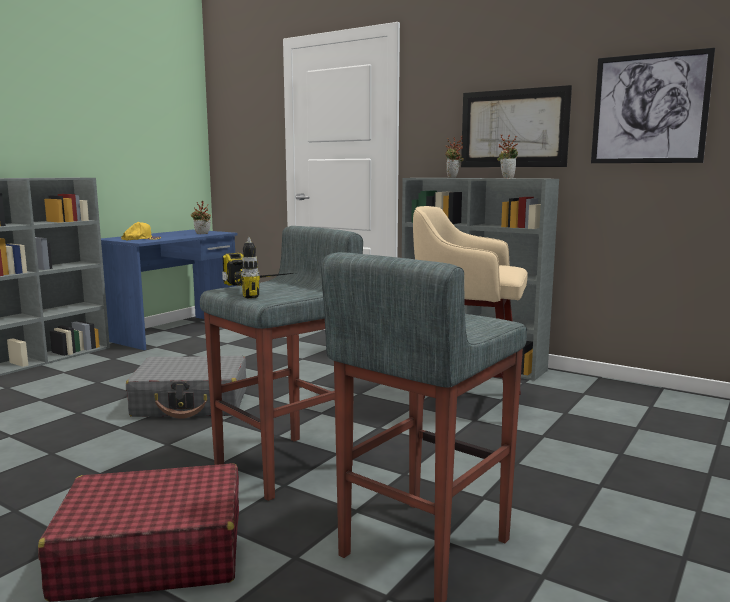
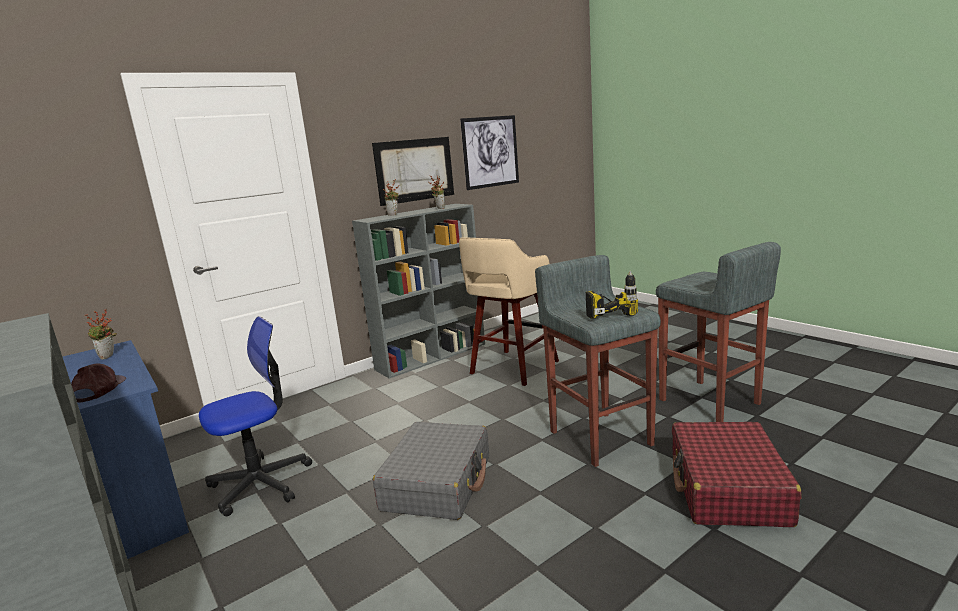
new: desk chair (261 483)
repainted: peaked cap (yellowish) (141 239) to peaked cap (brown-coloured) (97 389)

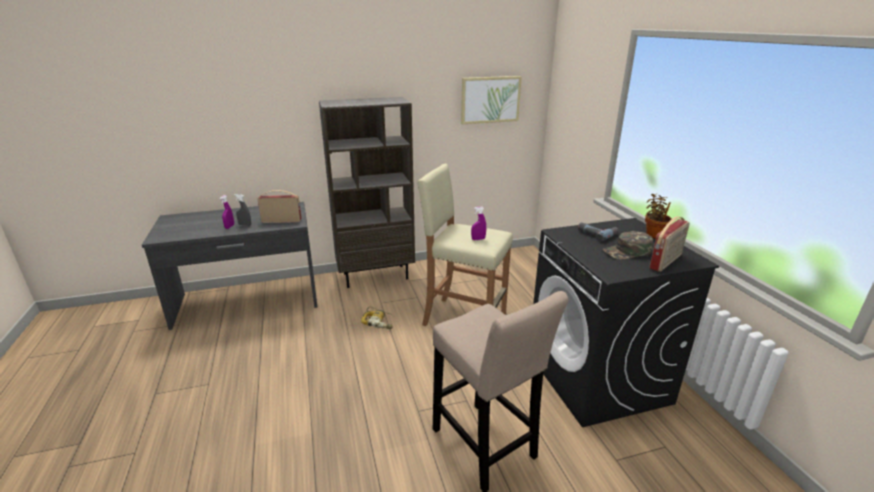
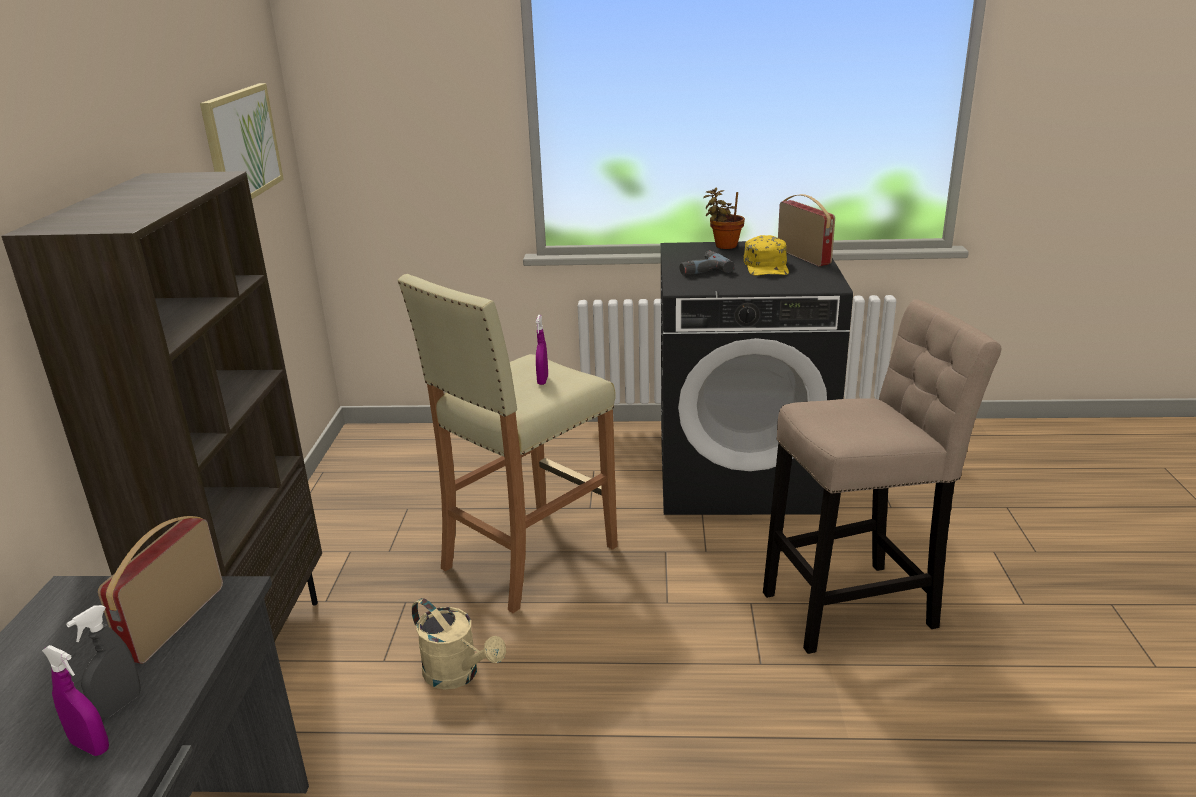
swapped: drill (379 322) to watering pot (beige) (458 675)
repainted: peaked cap (greenish) (627 251) to peaked cap (yellowish) (767 266)

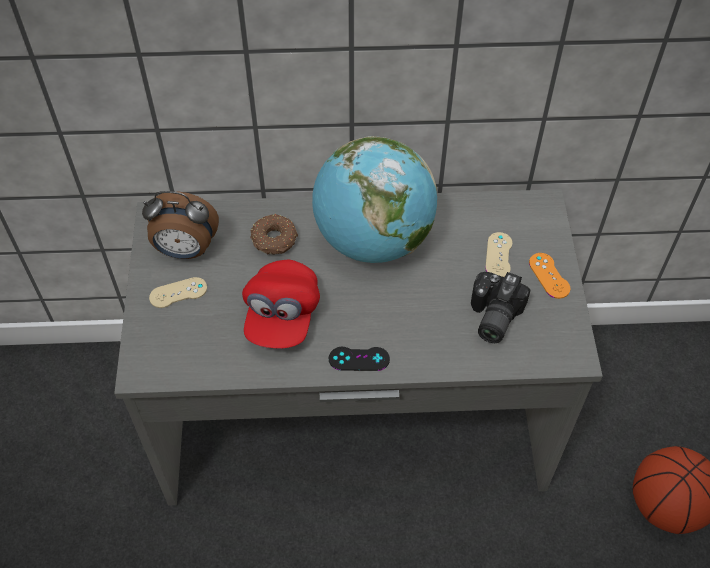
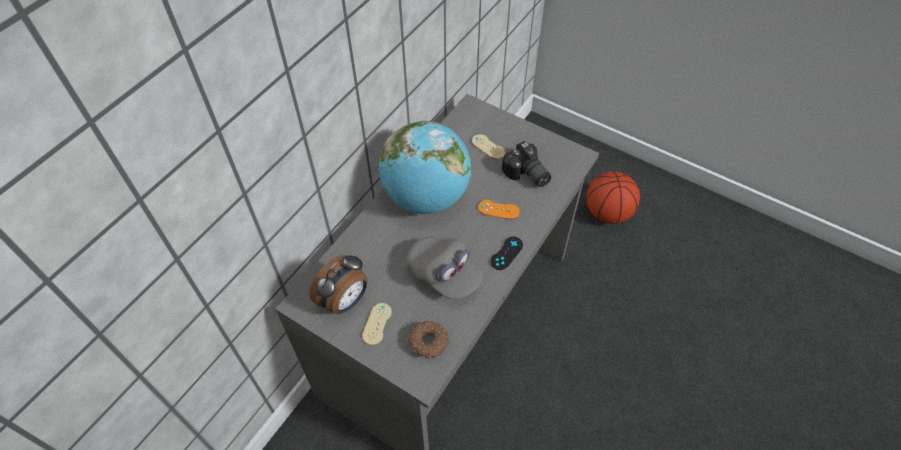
shifted: doughnut (274 240) to (429 343); gamepad (orangey) (549 275) to (498 209)
repainted: peaked cap (red) (282 316) to peaked cap (grey) (444 275)

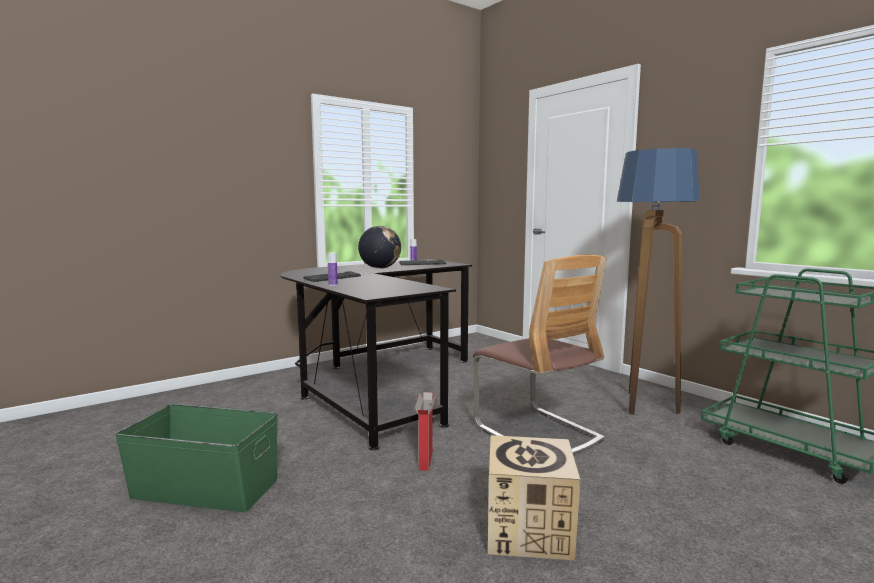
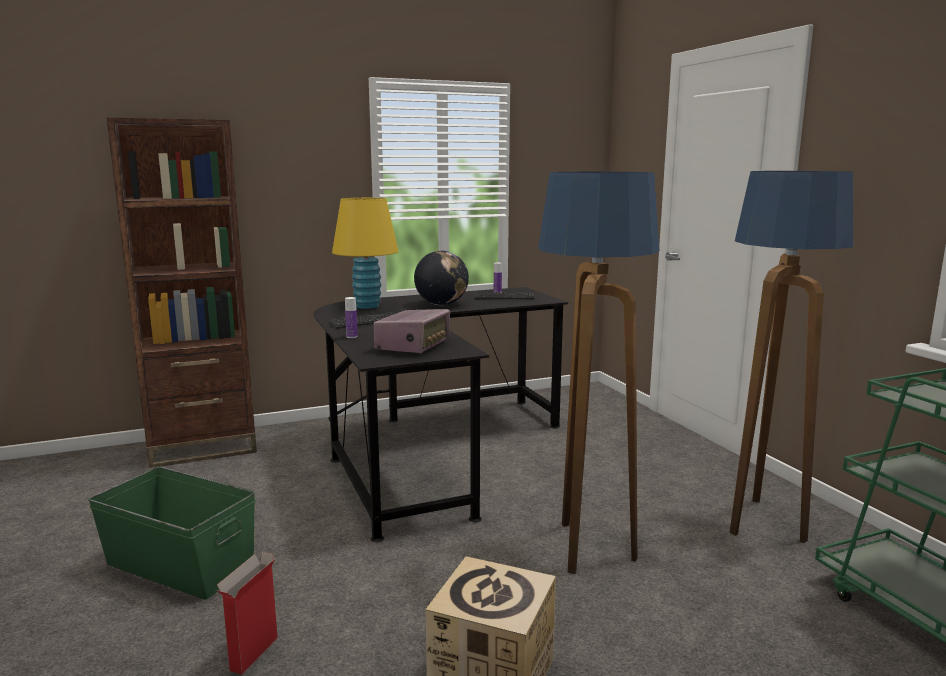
new: bookcase (brown-coloured) (203 447); tabletop lamp (yellowish) (367 306); radio receiver (413 346)
shifted: carton (425 461) to (253 654)
swapped: upright chair (537 433) to floor lamp (585 546)

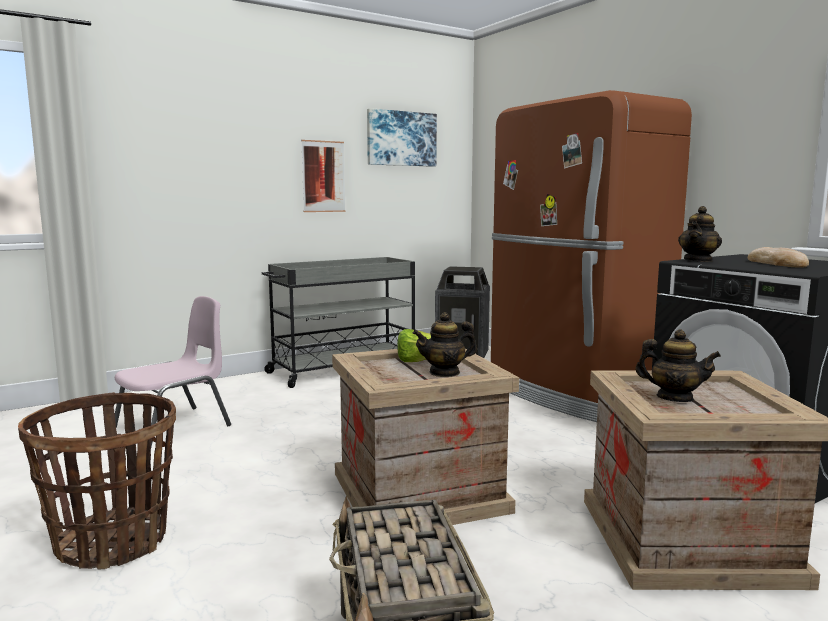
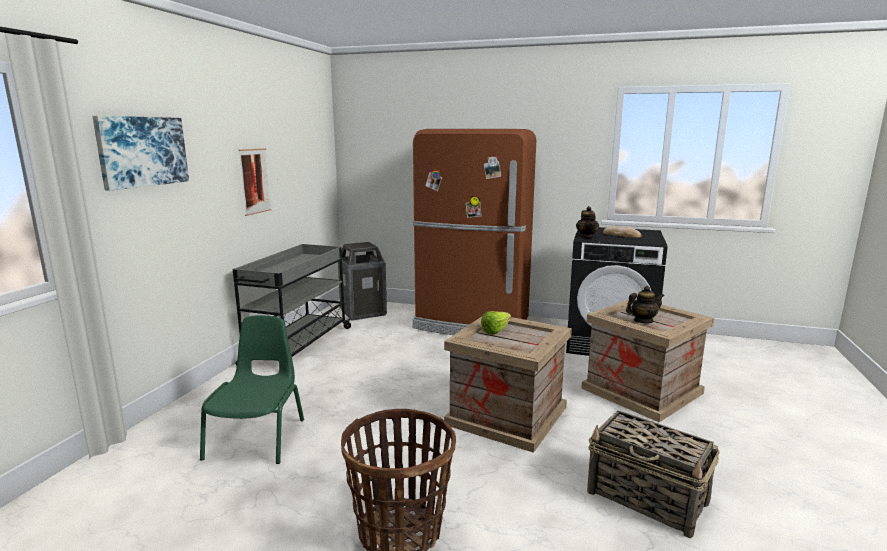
gone: teapot (444 372)
shifted: wall picture (401 138) to (142 151)
repainted: upright chair (pinkish) (175 427) to upright chair (greenish) (258 438)

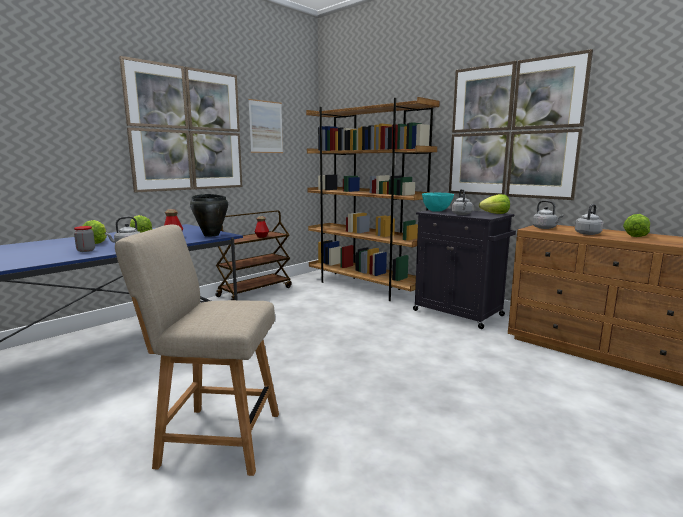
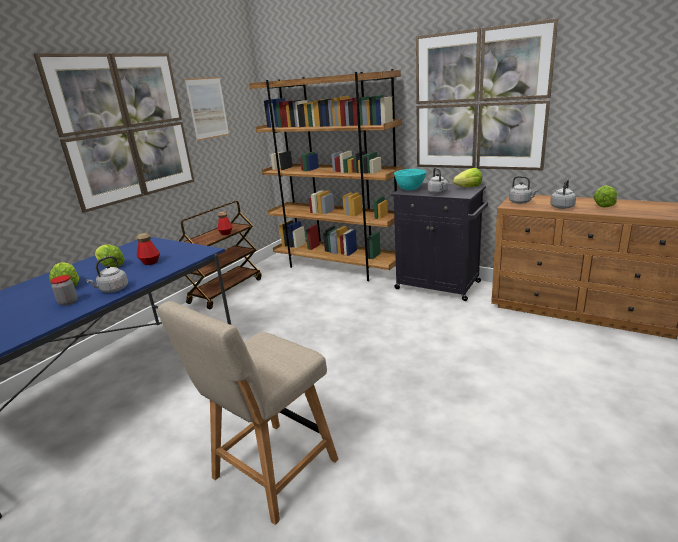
gone: stockpot (blackish) (211 235)
rotated: upright chair (beige) (215 438) = (271 472) 45 degrees counterclockwise

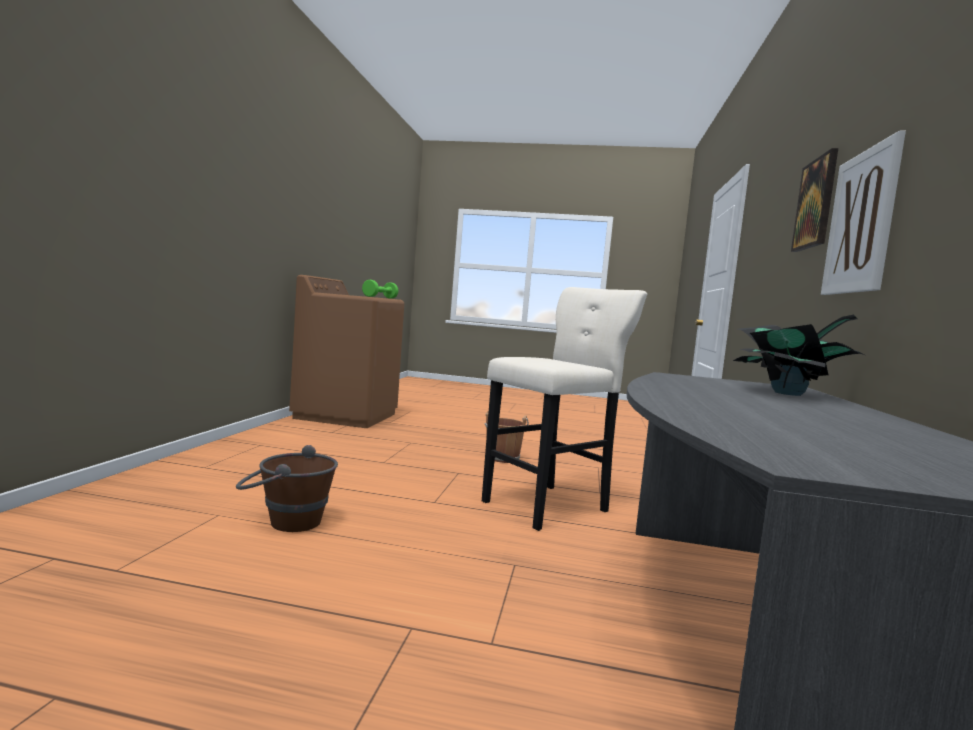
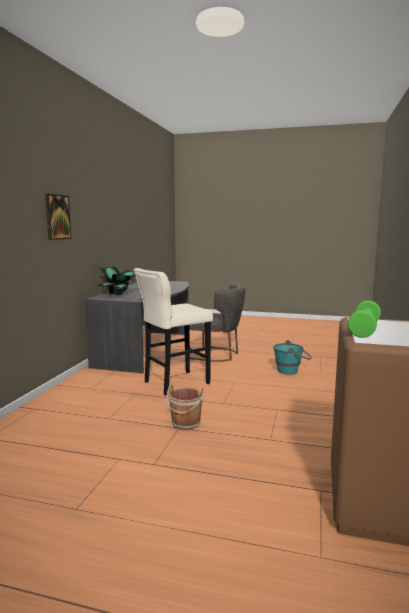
gone: wall picture (861 222)
new: upright chair (grey) (217 354)
repainted: water bucket (brown-coloured) (285 521) to water bucket (turquoise-coloured) (291 371)

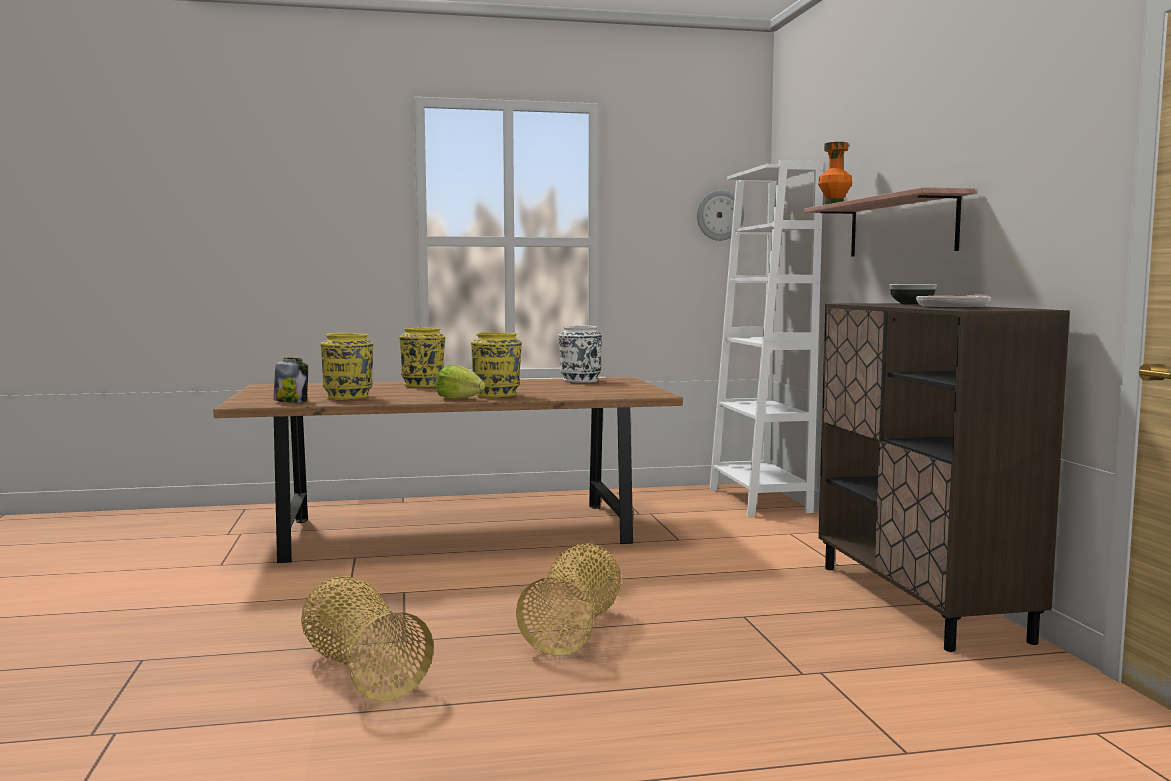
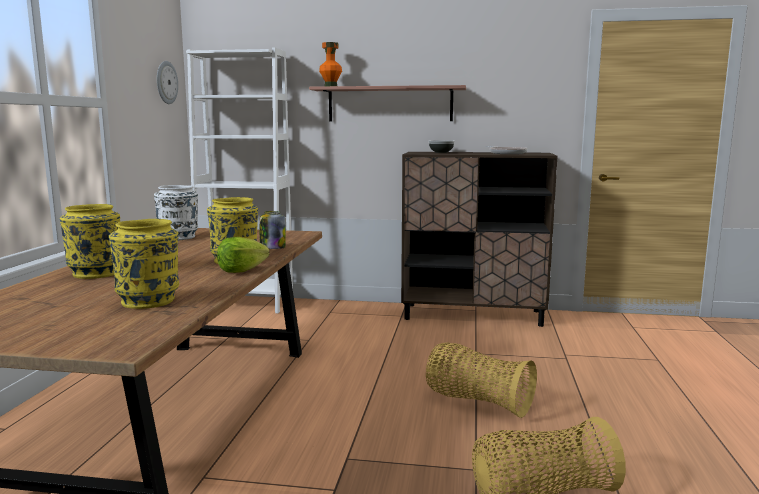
shifted: storage jar (291 401) to (272 248)

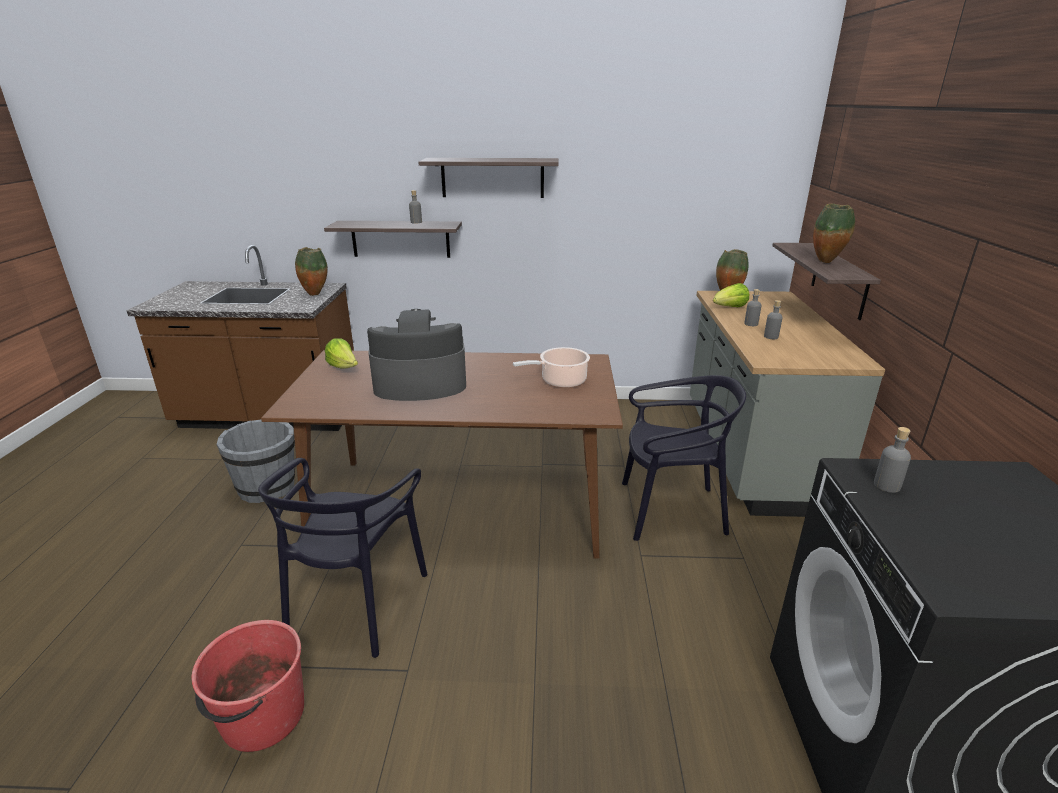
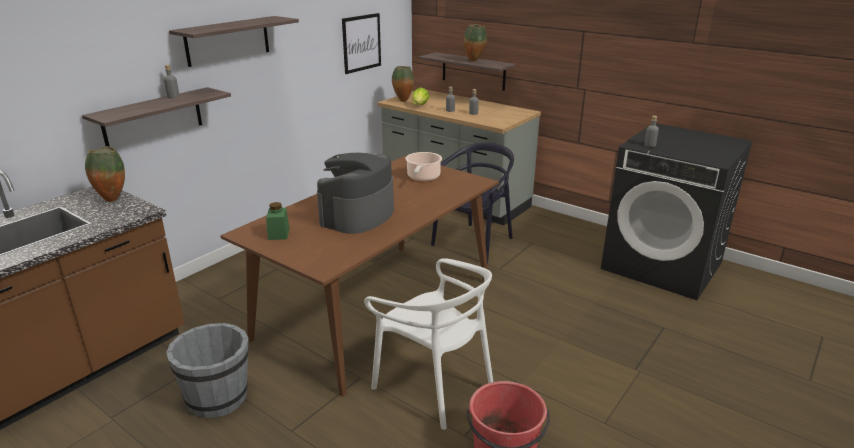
new: wall picture (361 43)
swapped: lettuce (344 368) to storage jar (greenish) (279 234)
repainted: upright chair (blackish) (355 604) to upright chair (whitish) (434 386)

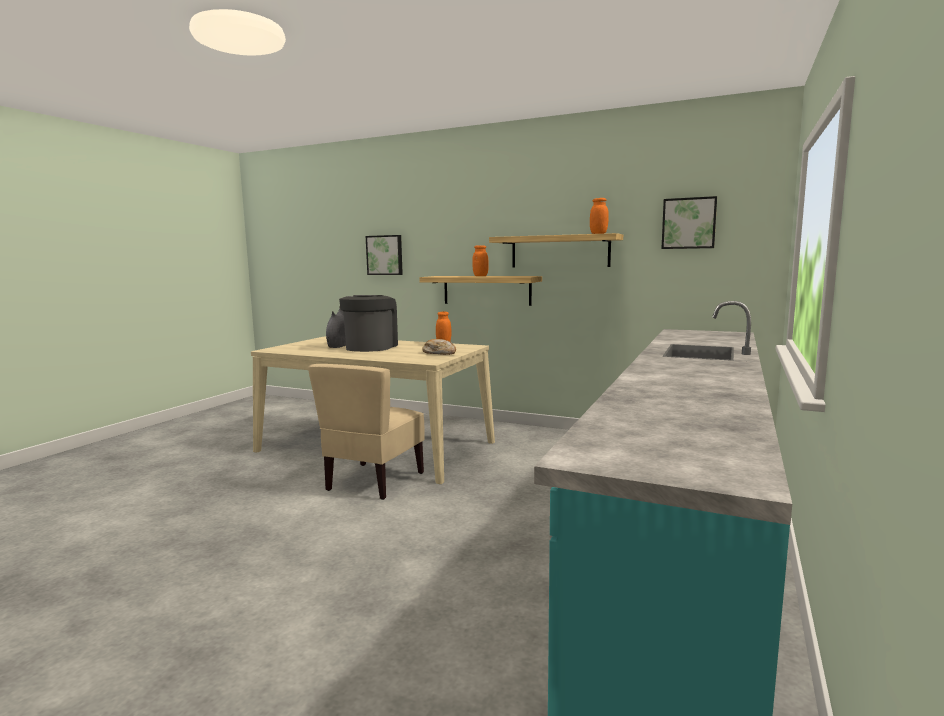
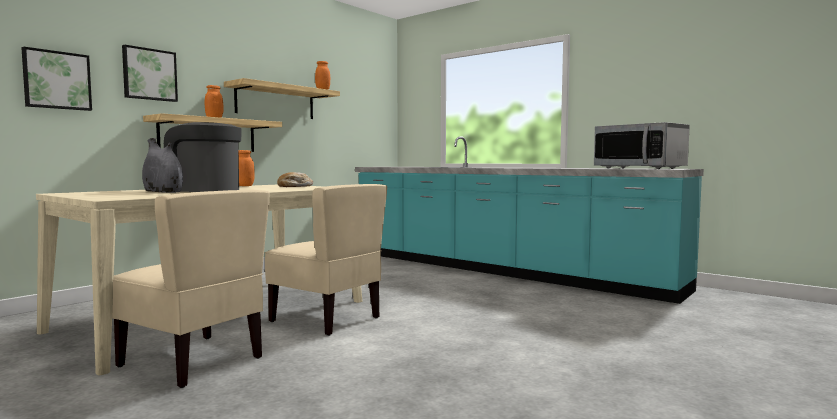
new: microwave (639 168); upright chair (beige) (193 361)
shifted: wall picture (689 223) to (149 74)

